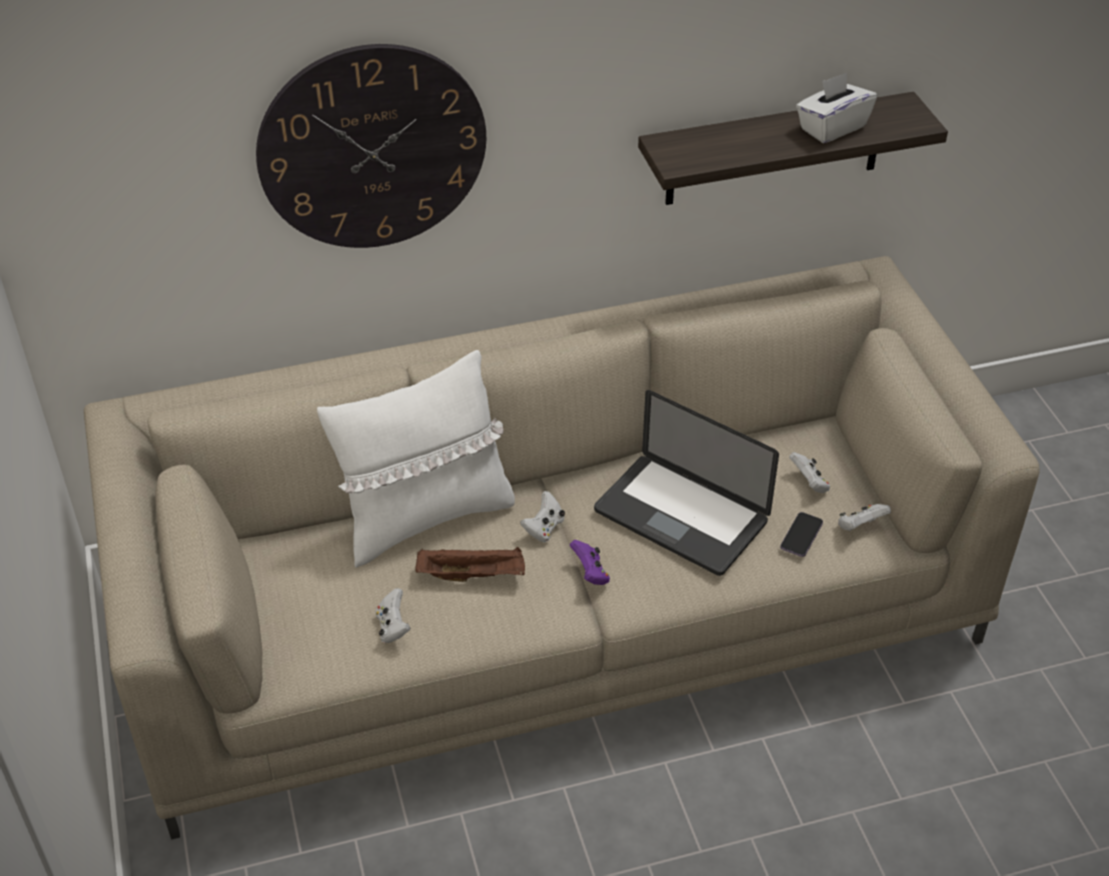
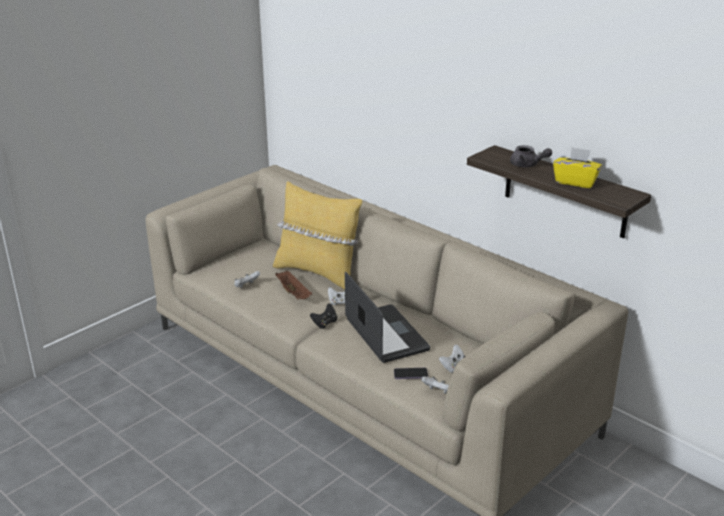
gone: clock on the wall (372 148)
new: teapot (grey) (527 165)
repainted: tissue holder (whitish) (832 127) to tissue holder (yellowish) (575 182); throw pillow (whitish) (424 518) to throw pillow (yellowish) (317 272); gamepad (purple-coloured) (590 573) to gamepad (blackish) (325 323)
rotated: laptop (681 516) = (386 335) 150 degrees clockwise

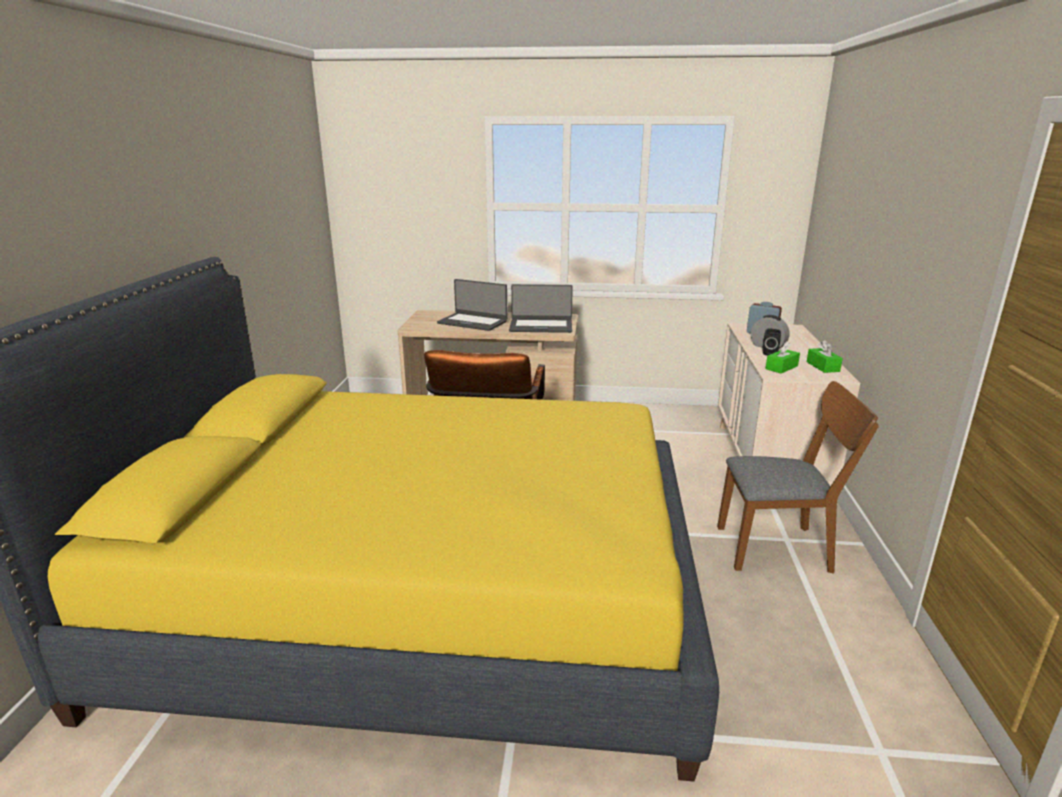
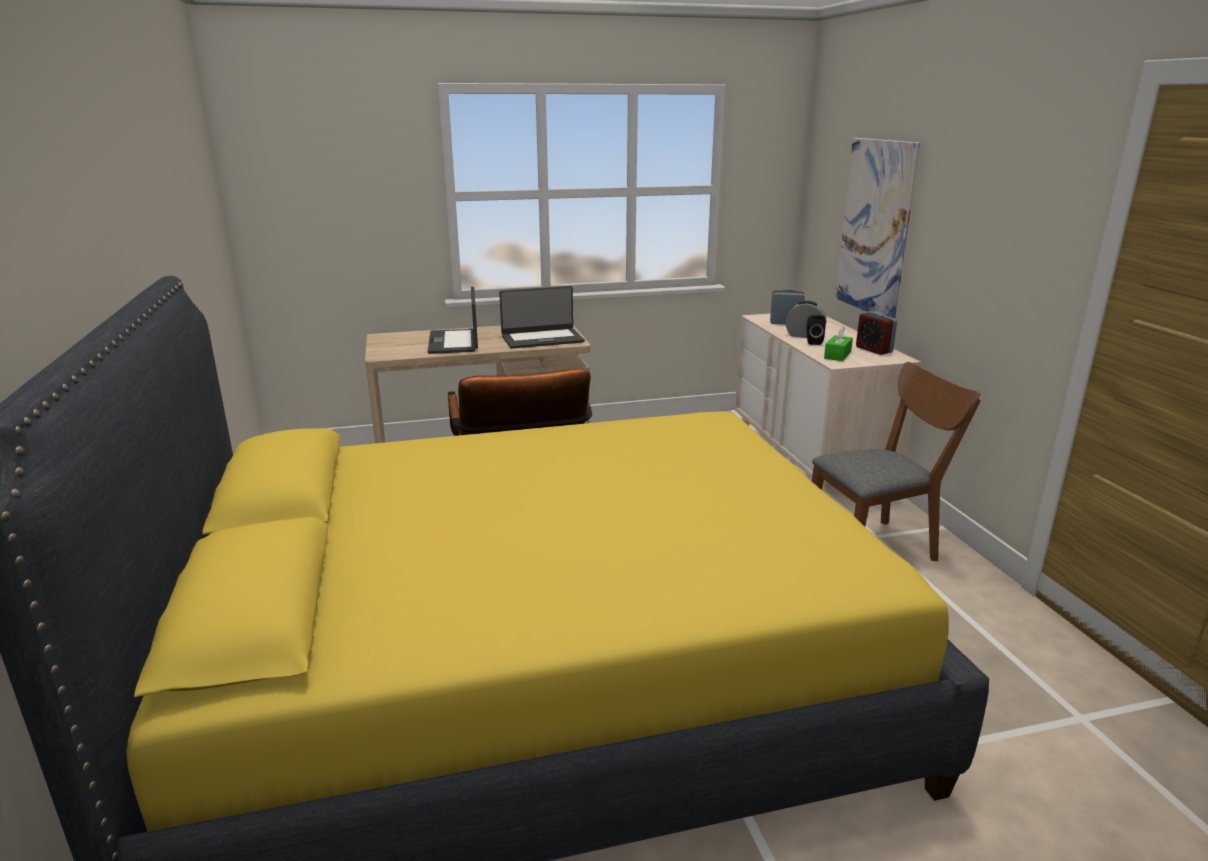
new: wall picture (874 228)
swapped: tissue holder (greenish) (822 366) to table clock (873 350)
rotated: laptop (473 322) = (454 342) 75 degrees clockwise

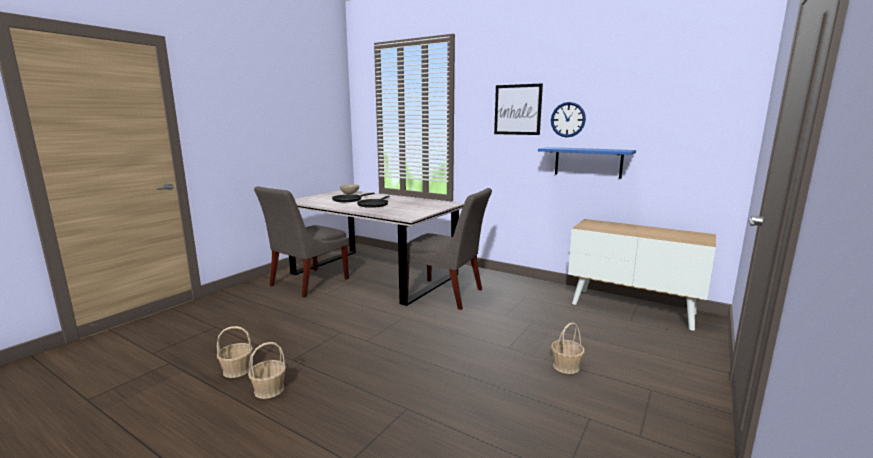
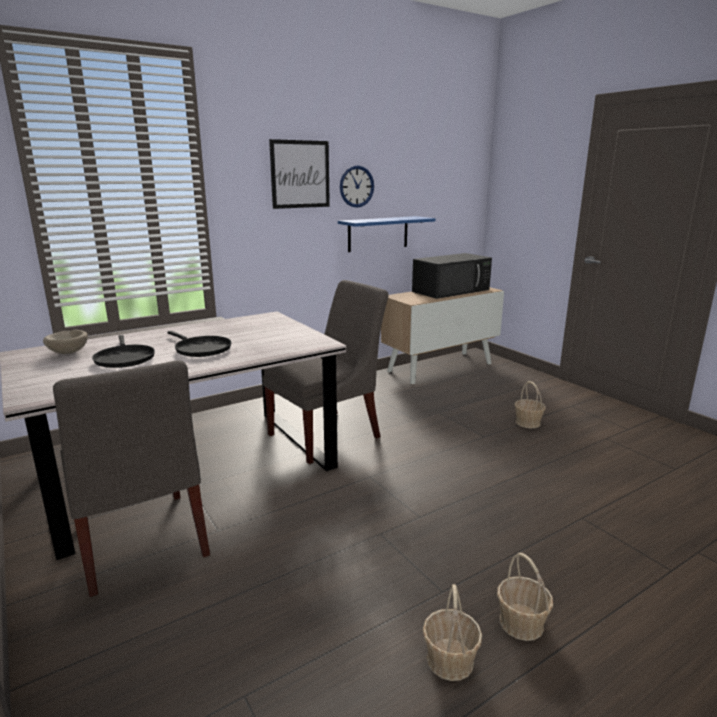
new: microwave (blackish) (451 290)

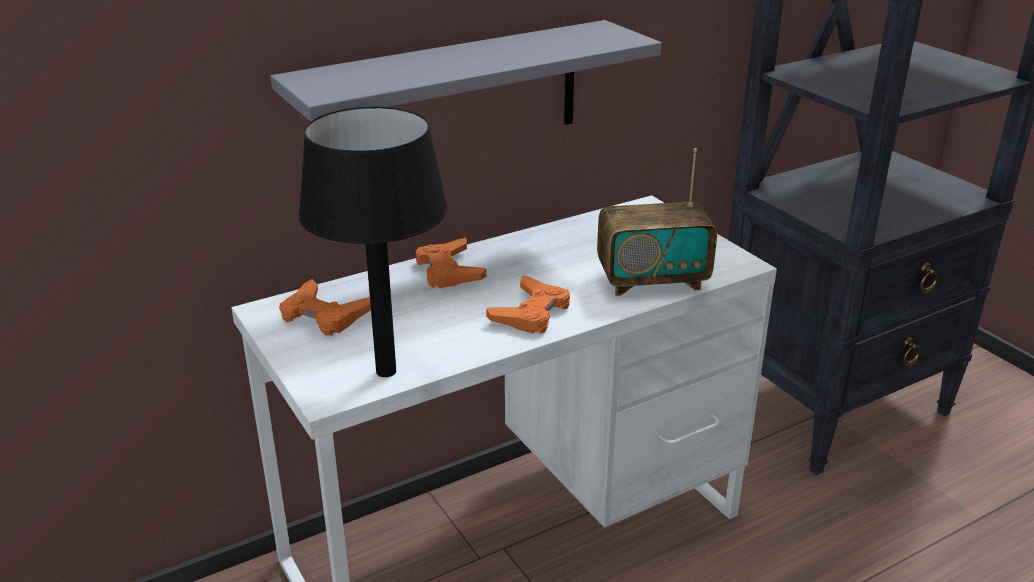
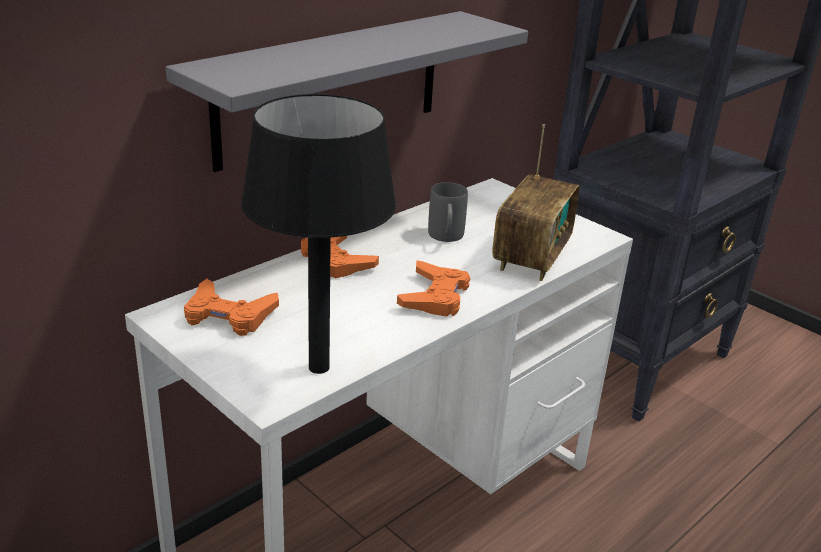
new: coffee mug (grey) (446 238)
rotated: radio receiver (652 281) = (531 257) 45 degrees counterclockwise

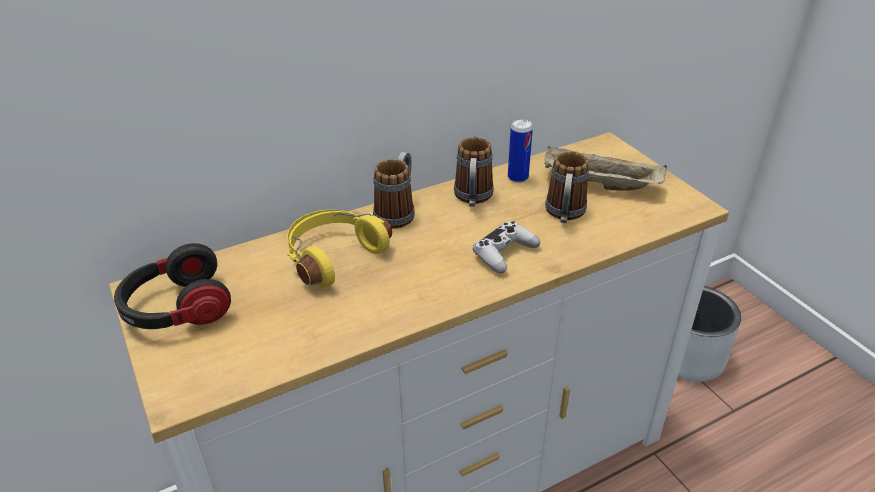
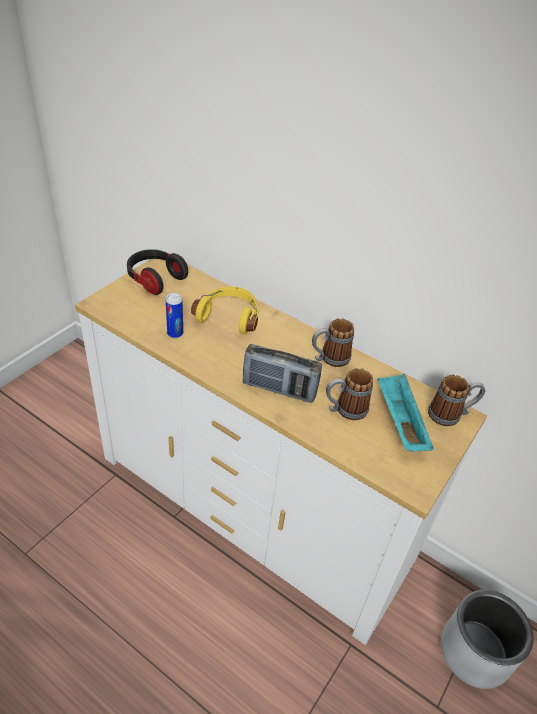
shifted: metal can (518 178) to (175 333); coffee mug (398 212) to (450 415)
swapped: gamepad (whitish) (504 253) to radio receiver (279 389)
repainted: carrying tray (beige) (598 184) to carrying tray (turquoise-coloured) (399 422)

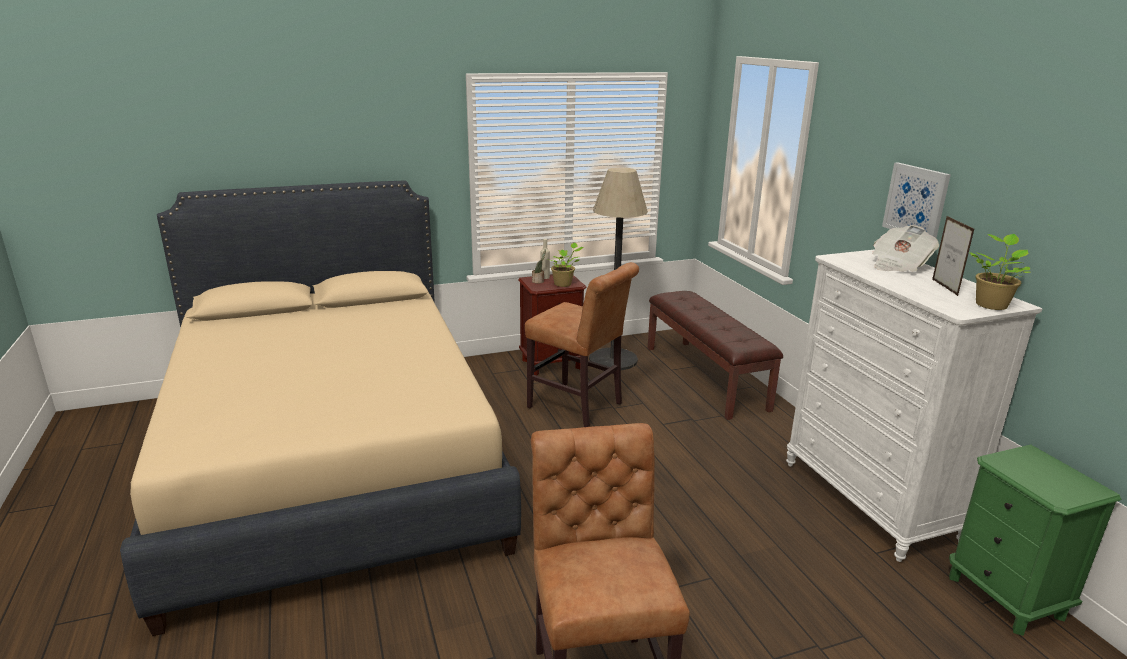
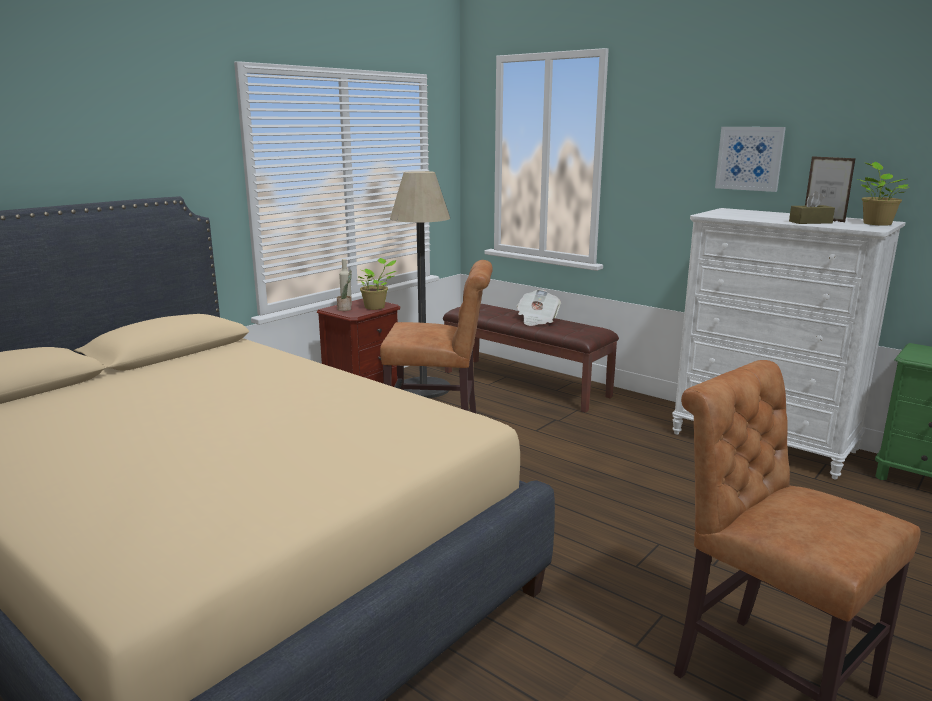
new: tissue holder (brown-coloured) (810 222)
shifted: daily paper (898 265) to (537 320)

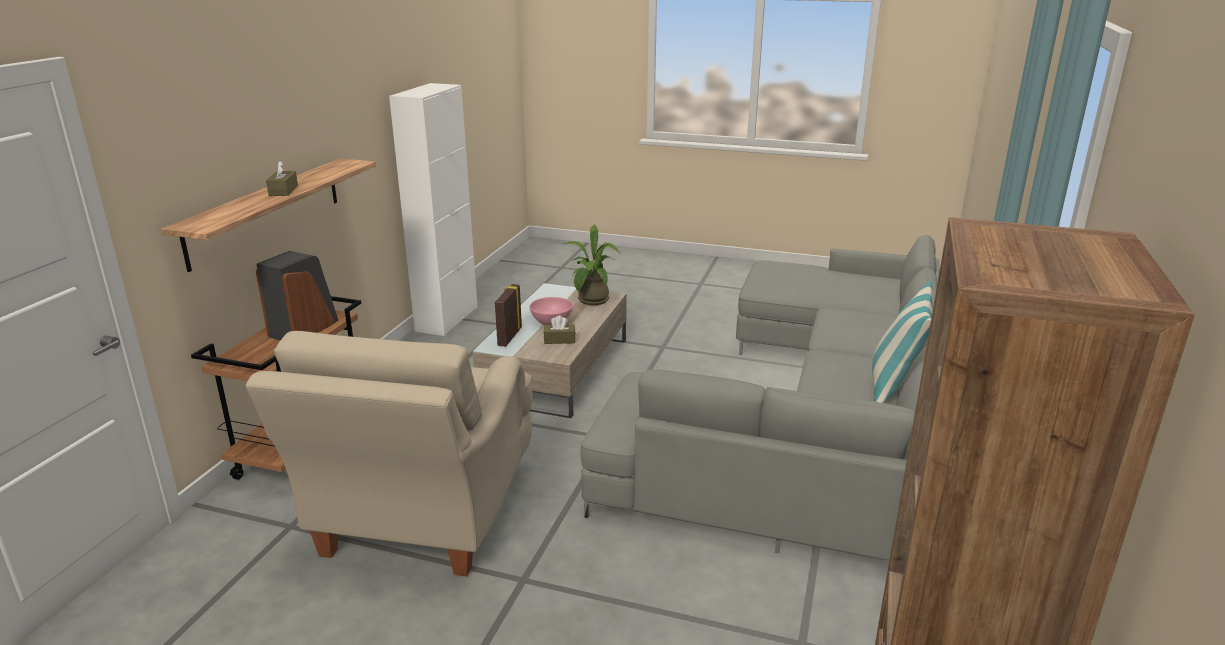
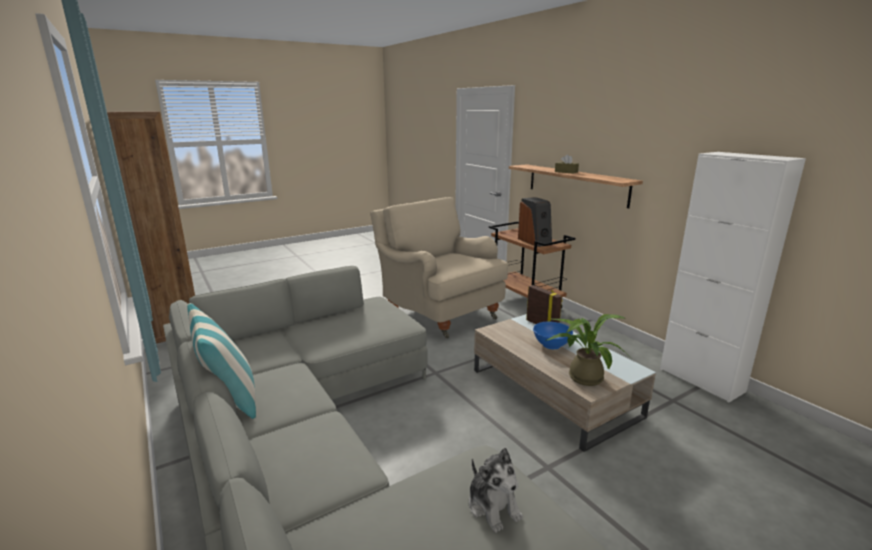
gone: tissue holder (brown-coloured) (559 340)
new: soft toy (493 506)
repainted: deep dish (pinkish) (551 323) to deep dish (blue-coloured) (551 345)

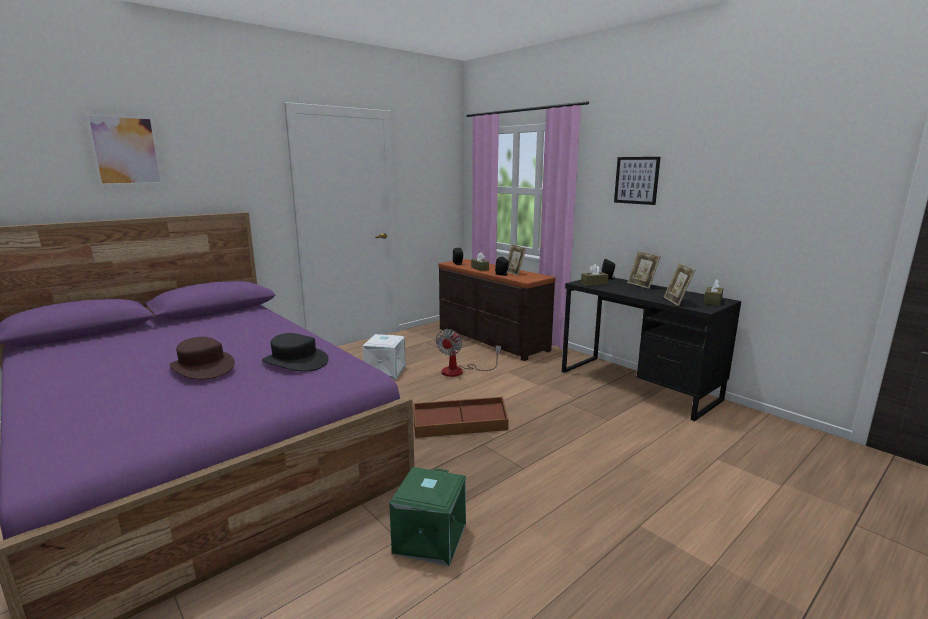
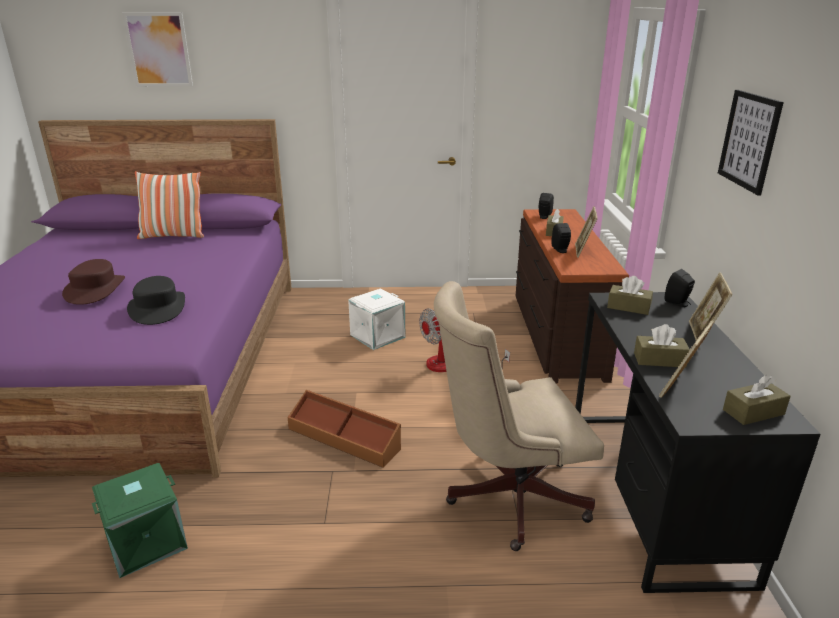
new: throw pillow (173 236); desk chair (beige) (507 497); tissue holder (brown-coloured) (659 360)

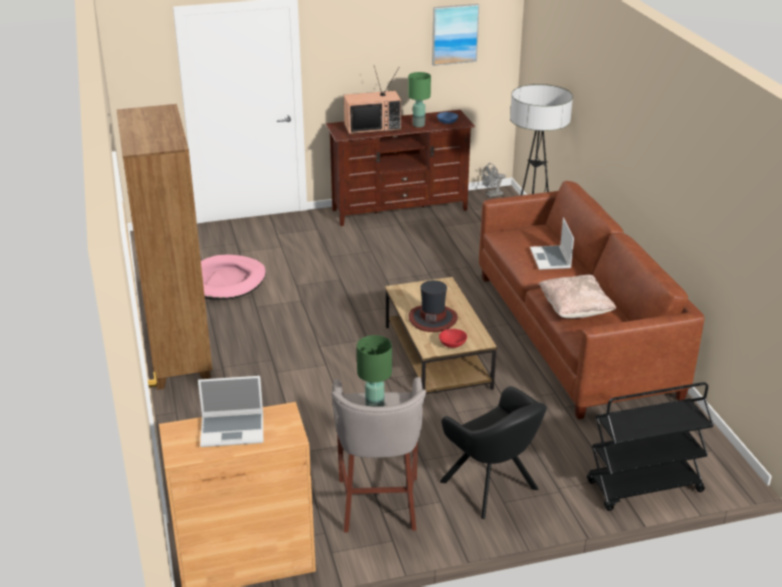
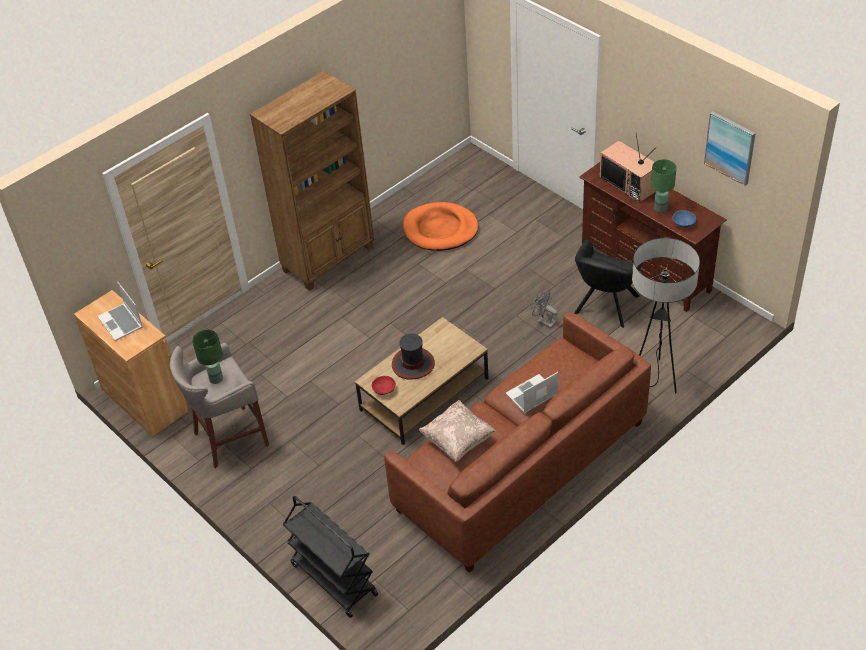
shifted: electric fan (grey) (492 195) to (544 321); easy chair (blackish) (492 488) to (605 307)
repainted: dog cushion (pinkish) (226 281) to dog cushion (orangey) (440 229)

